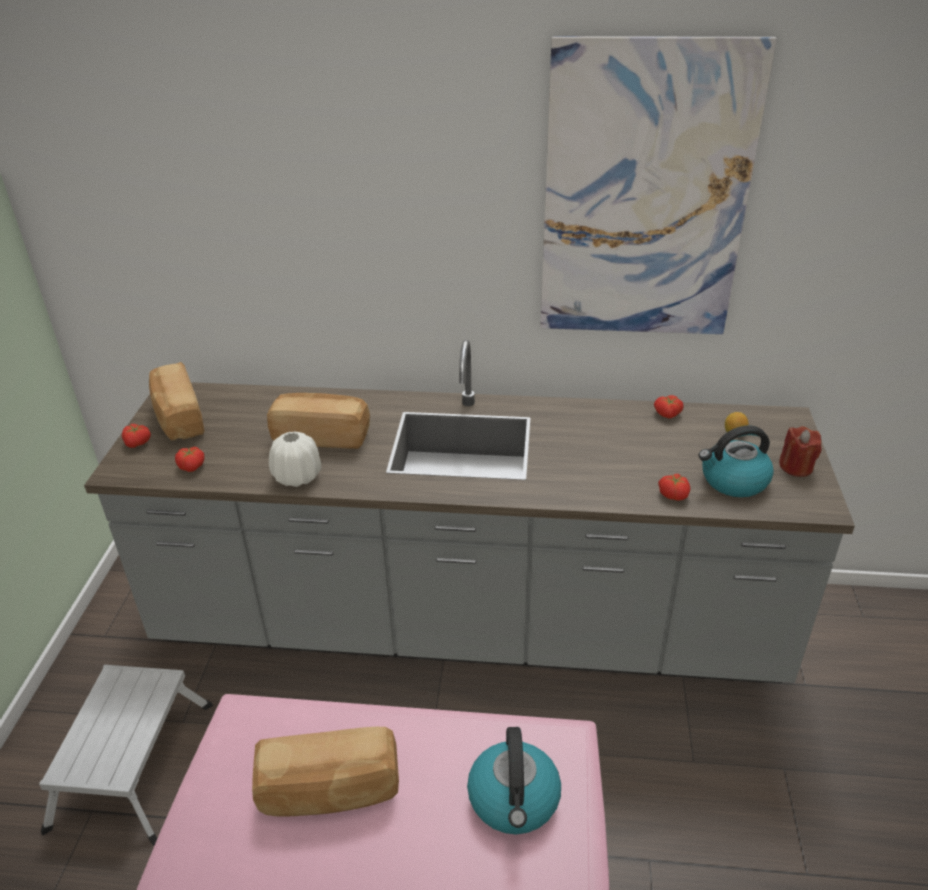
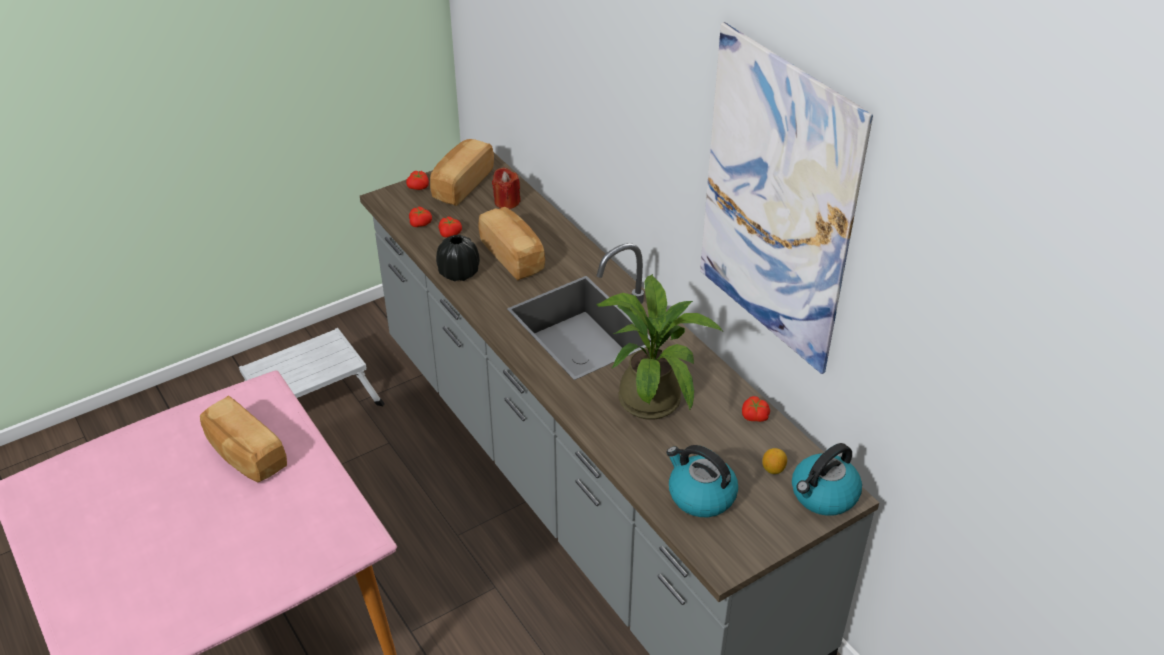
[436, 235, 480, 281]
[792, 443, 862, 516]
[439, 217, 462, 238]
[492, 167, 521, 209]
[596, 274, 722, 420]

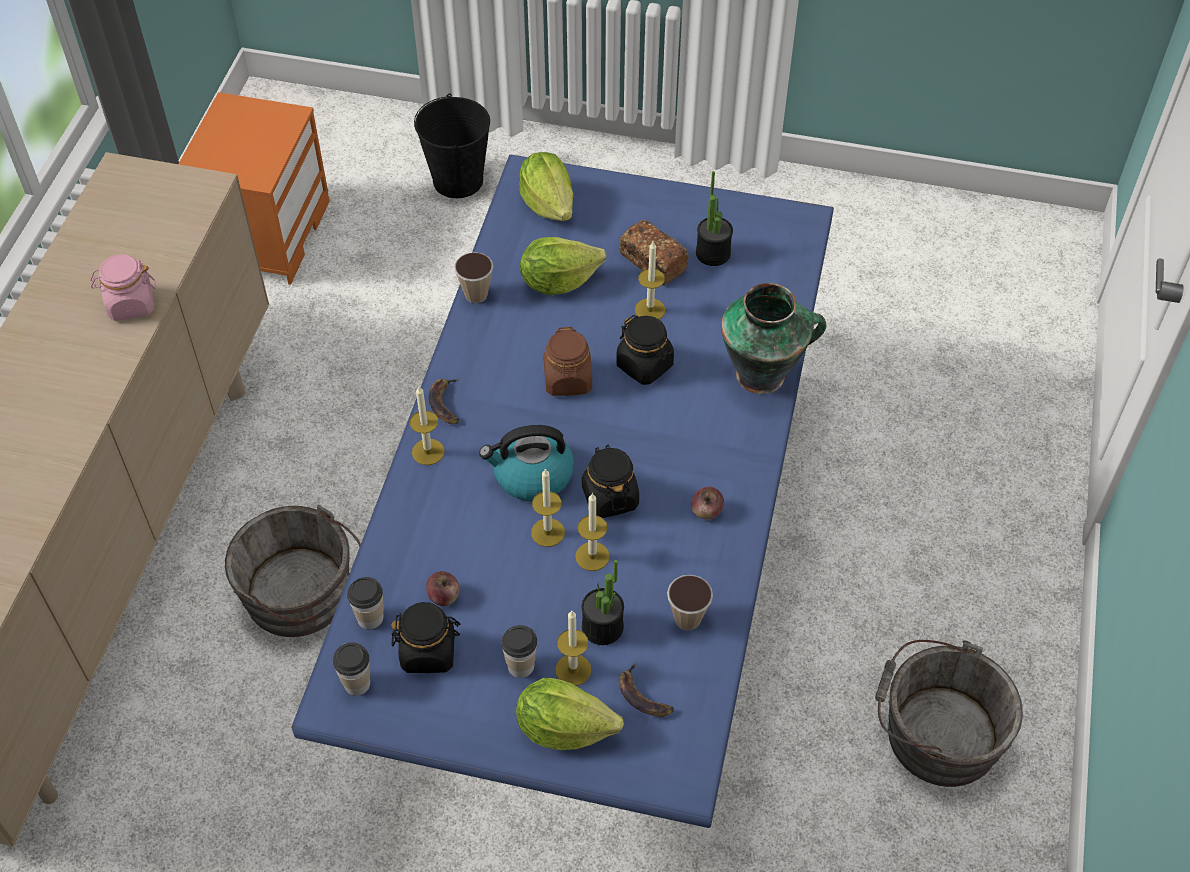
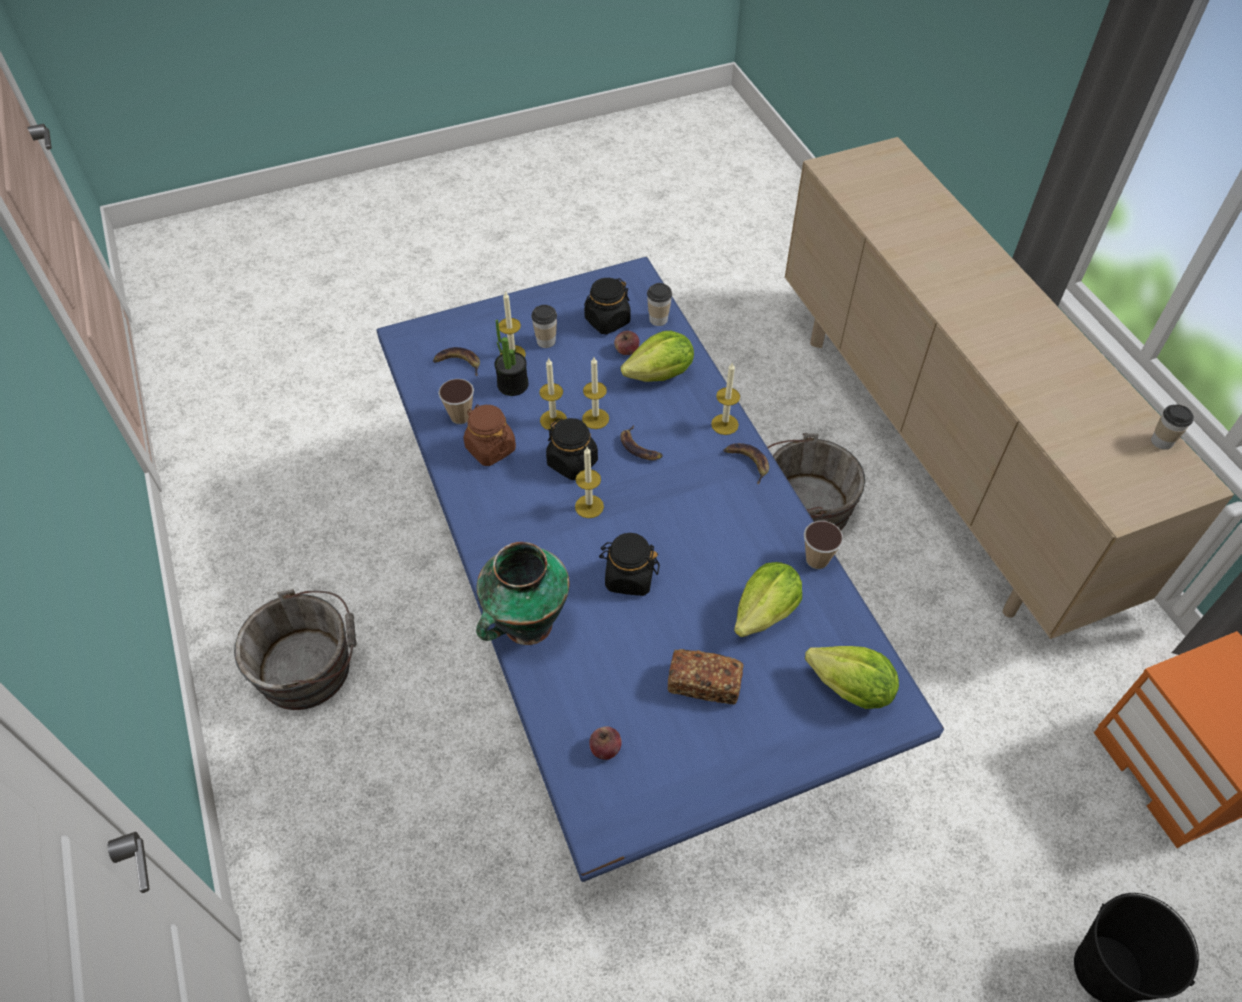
[90, 254, 156, 321] (first image)
[1151, 404, 1194, 450]
[620, 425, 663, 460]
[621, 331, 694, 382]
[464, 404, 516, 466]
[575, 447, 604, 518]
[589, 726, 622, 760]
[696, 171, 733, 266] (first image)

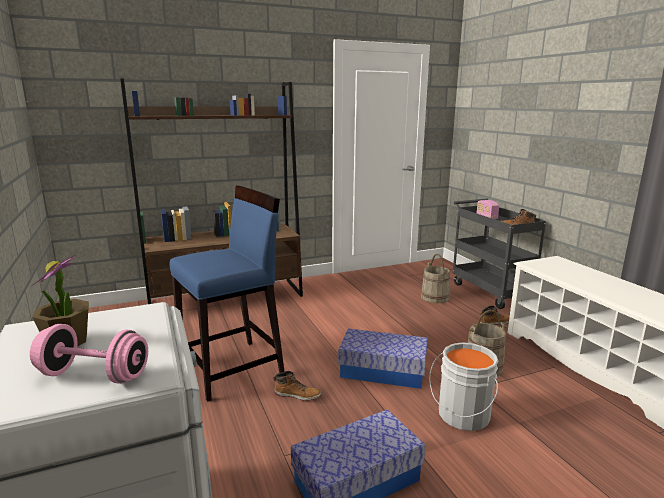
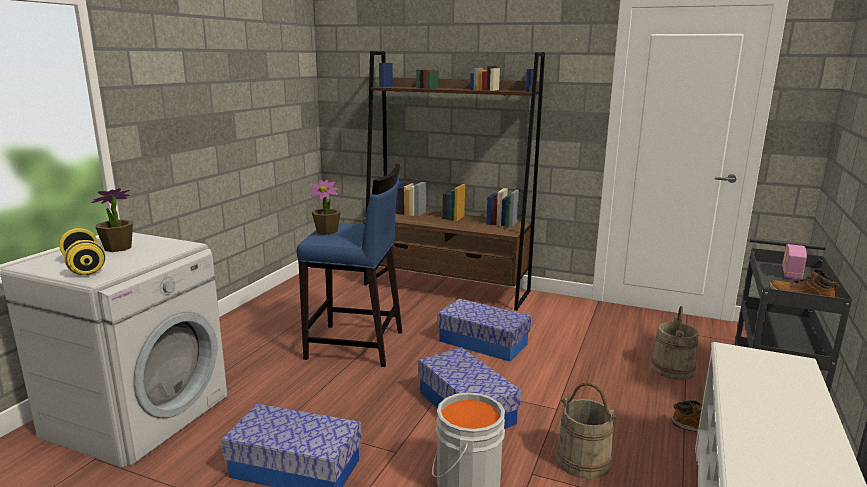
[59, 228, 106, 275]
[273, 371, 321, 401] (first image)
[311, 180, 341, 235]
[437, 298, 531, 362]

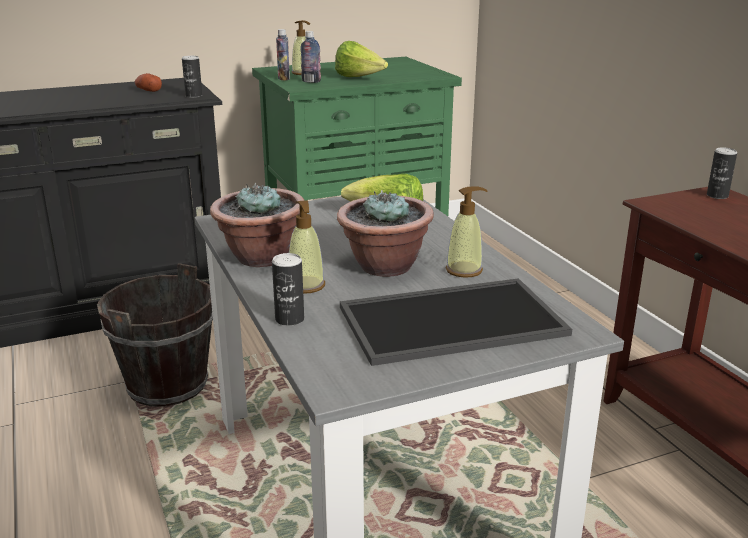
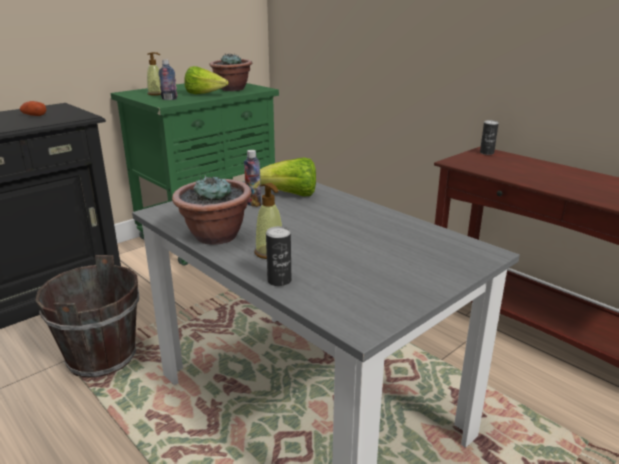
[182, 56, 202, 98] (first image)
[244, 150, 262, 207]
[209, 54, 252, 91]
[340, 278, 572, 366] (first image)
[446, 186, 488, 278] (first image)

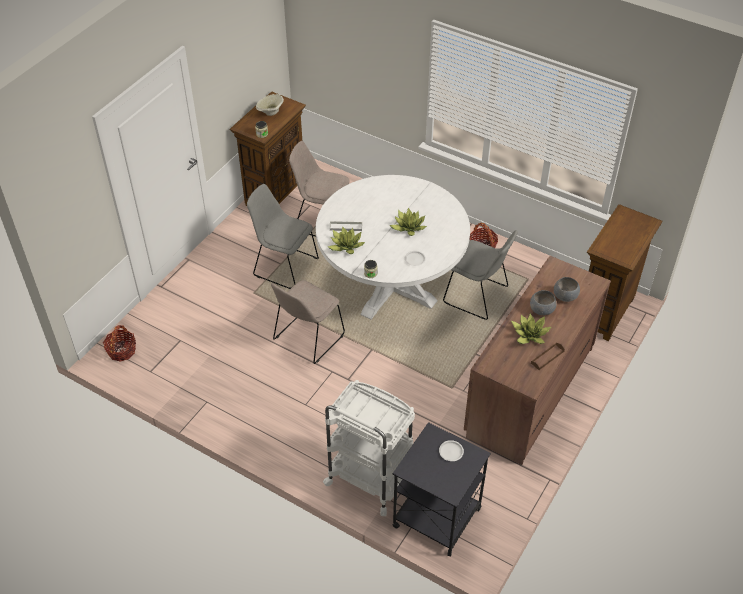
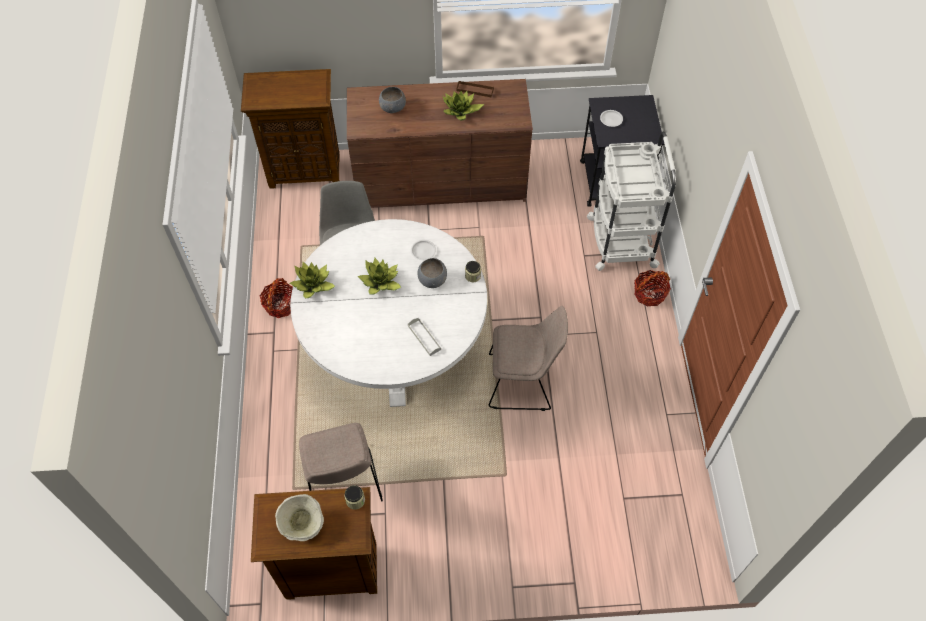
[634, 270, 671, 307]
[247, 184, 319, 289] (first image)
[290, 262, 335, 298]
[418, 258, 447, 288]

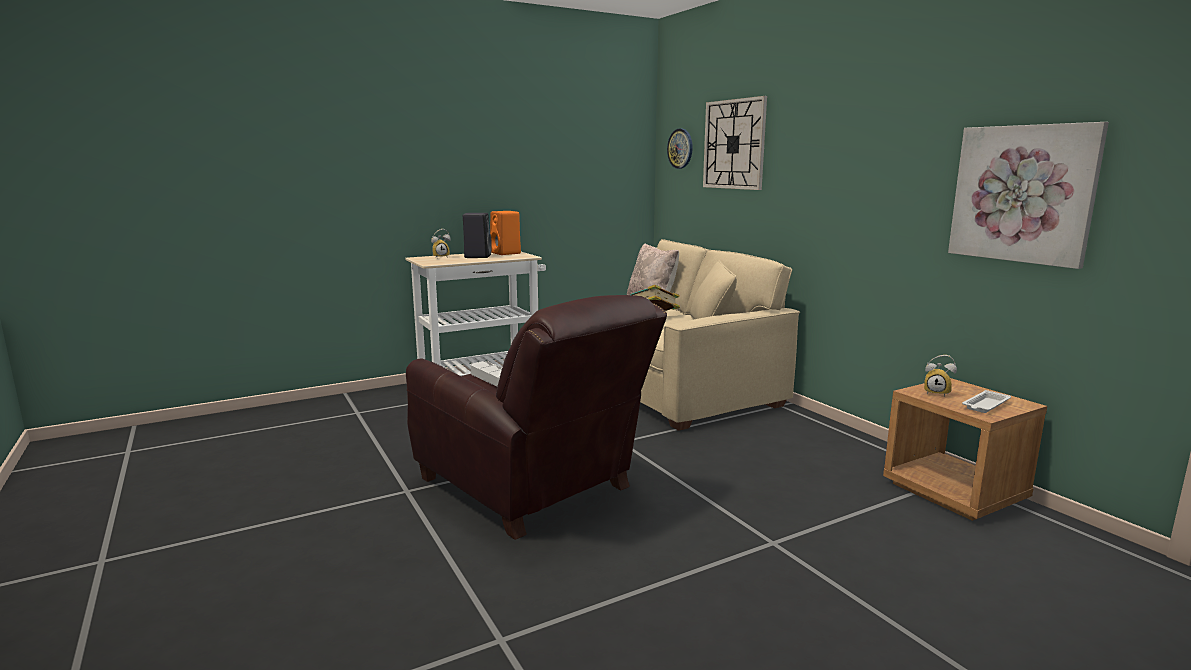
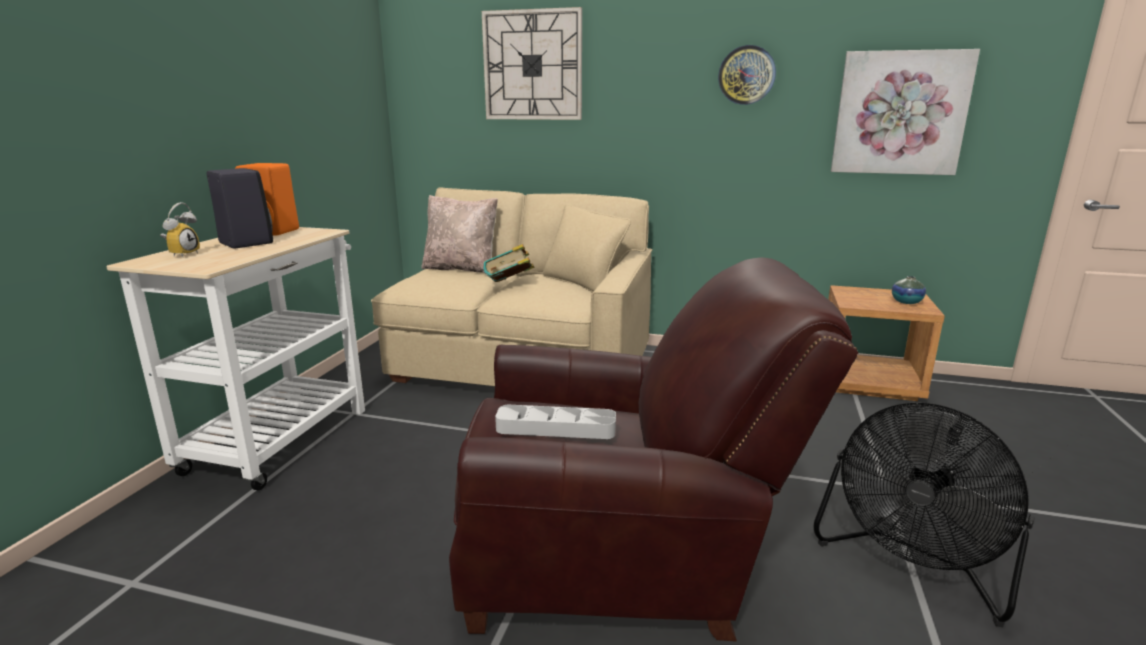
[718, 45, 776, 105]
[924, 355, 957, 397] (first image)
[892, 276, 926, 304]
[814, 403, 1034, 627]

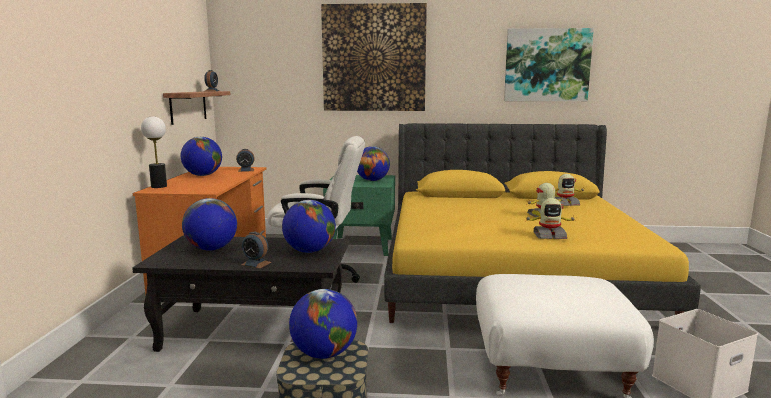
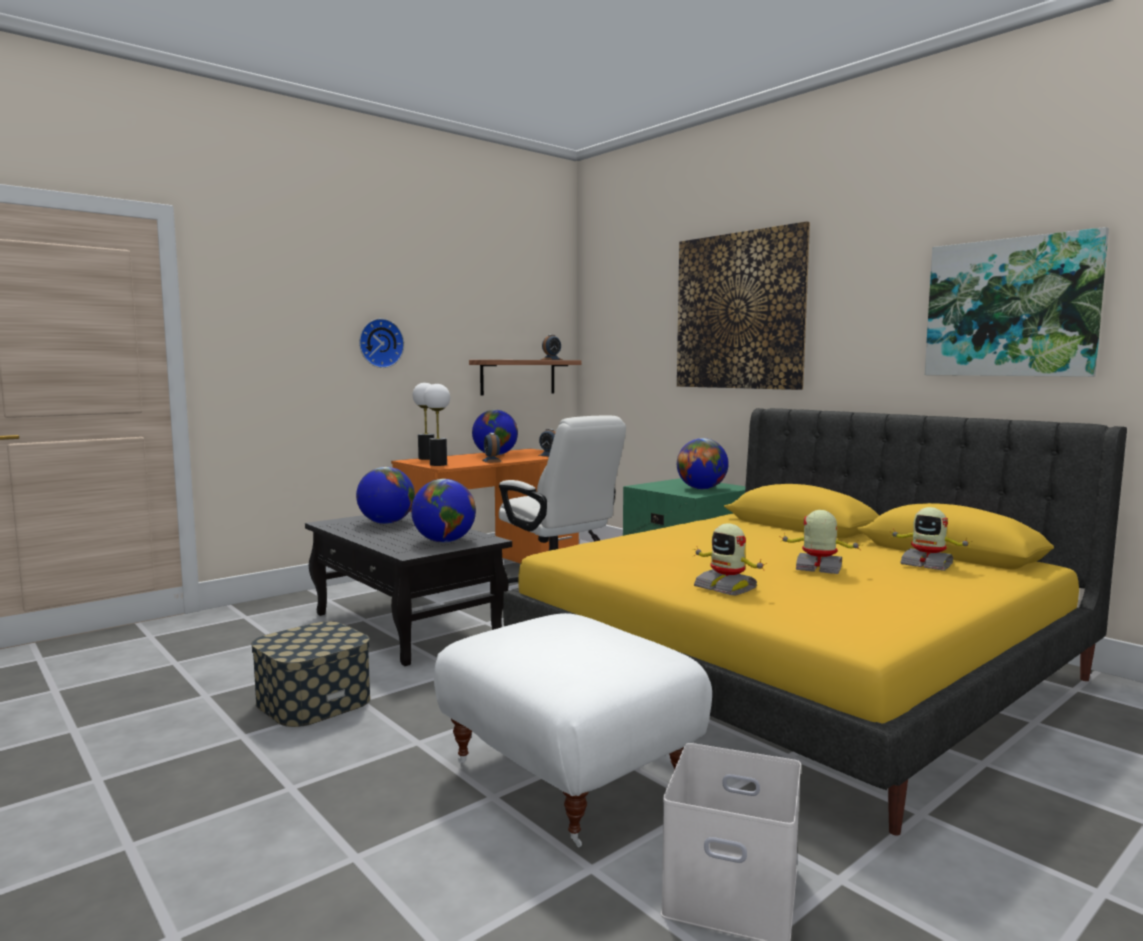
[482, 433, 502, 463]
[289, 289, 358, 359] (first image)
[359, 318, 404, 368]
[424, 384, 450, 466]

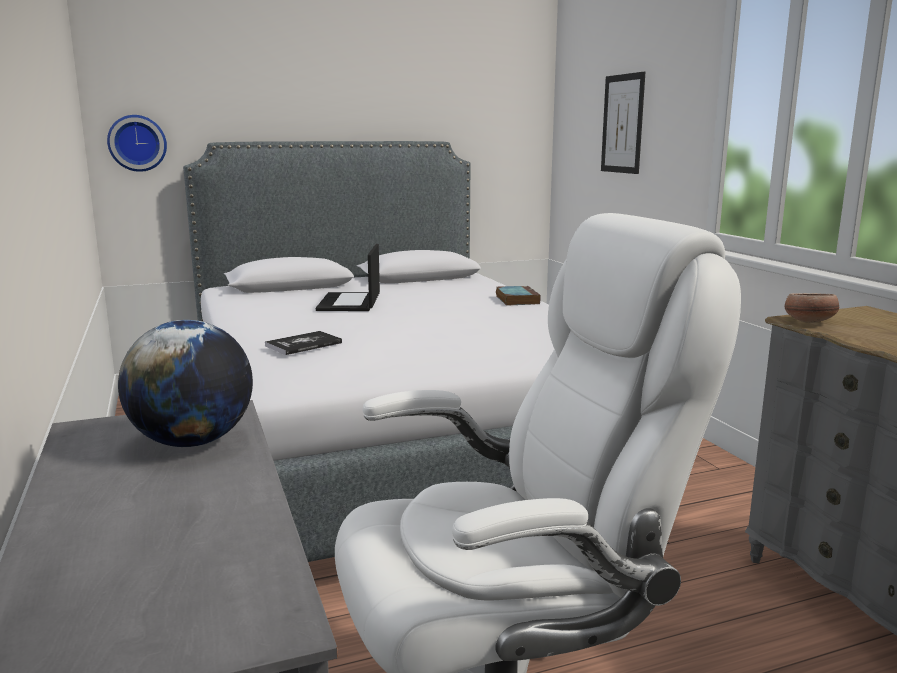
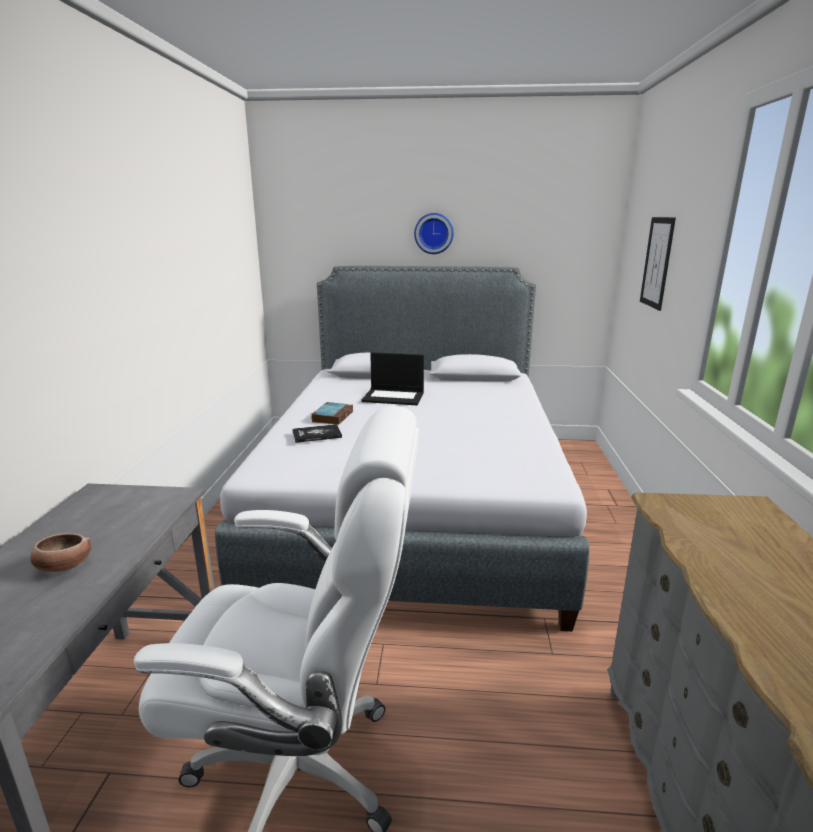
[414, 213, 453, 254]
[118, 320, 253, 447] (first image)
[361, 352, 424, 405]
[311, 402, 353, 425]
[30, 533, 91, 572]

